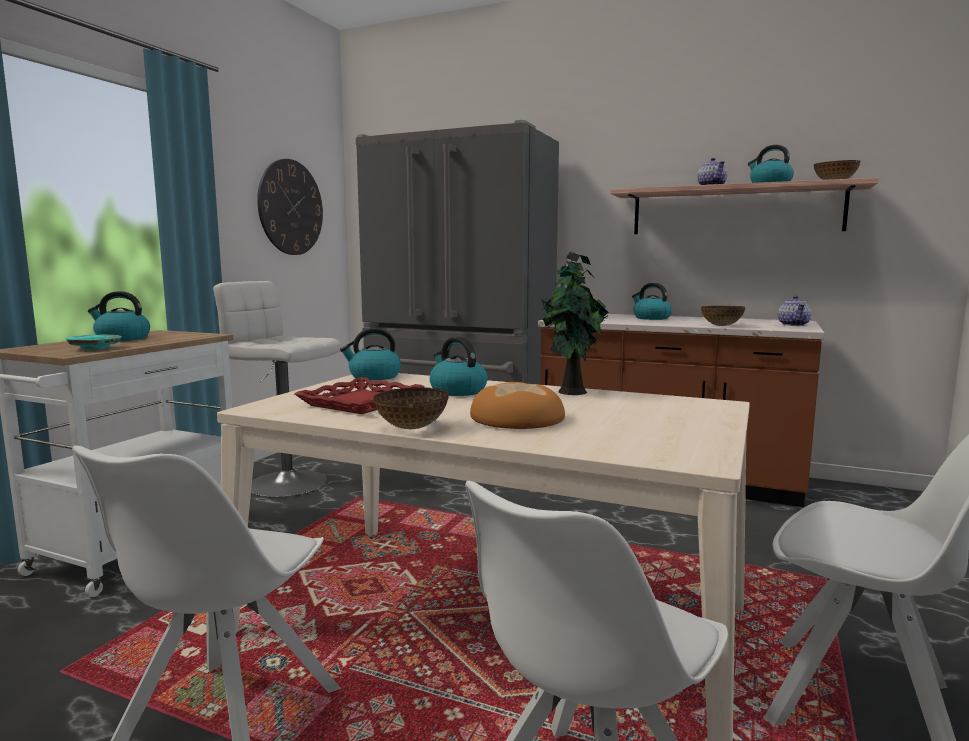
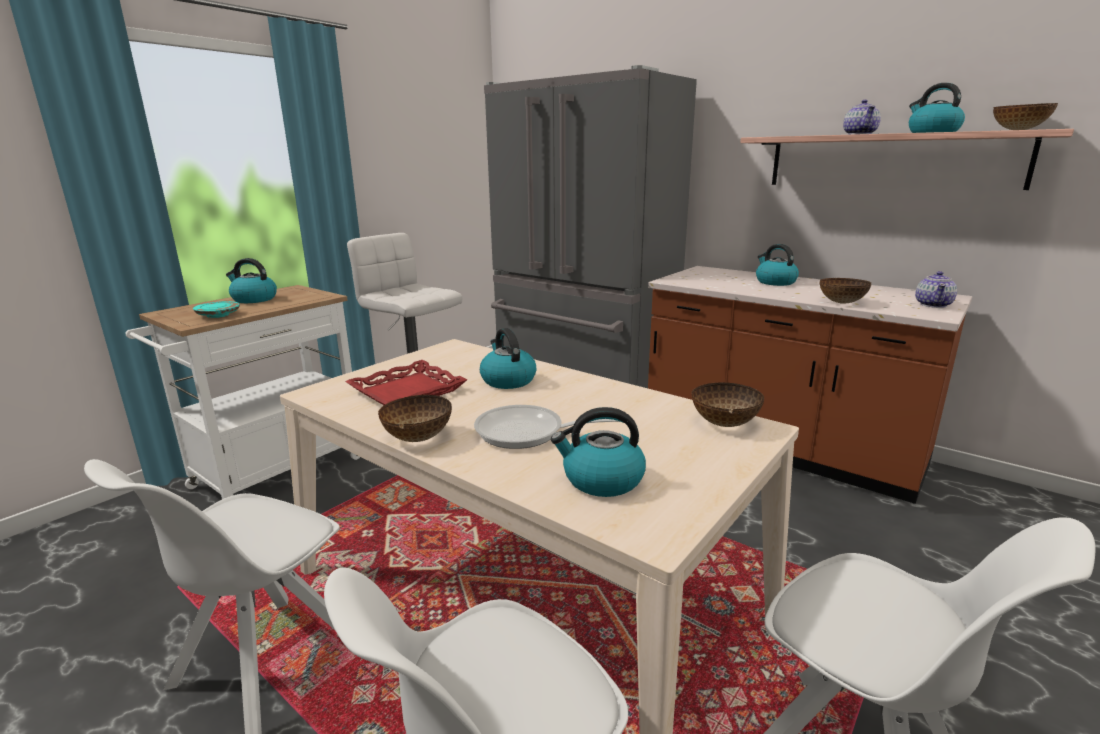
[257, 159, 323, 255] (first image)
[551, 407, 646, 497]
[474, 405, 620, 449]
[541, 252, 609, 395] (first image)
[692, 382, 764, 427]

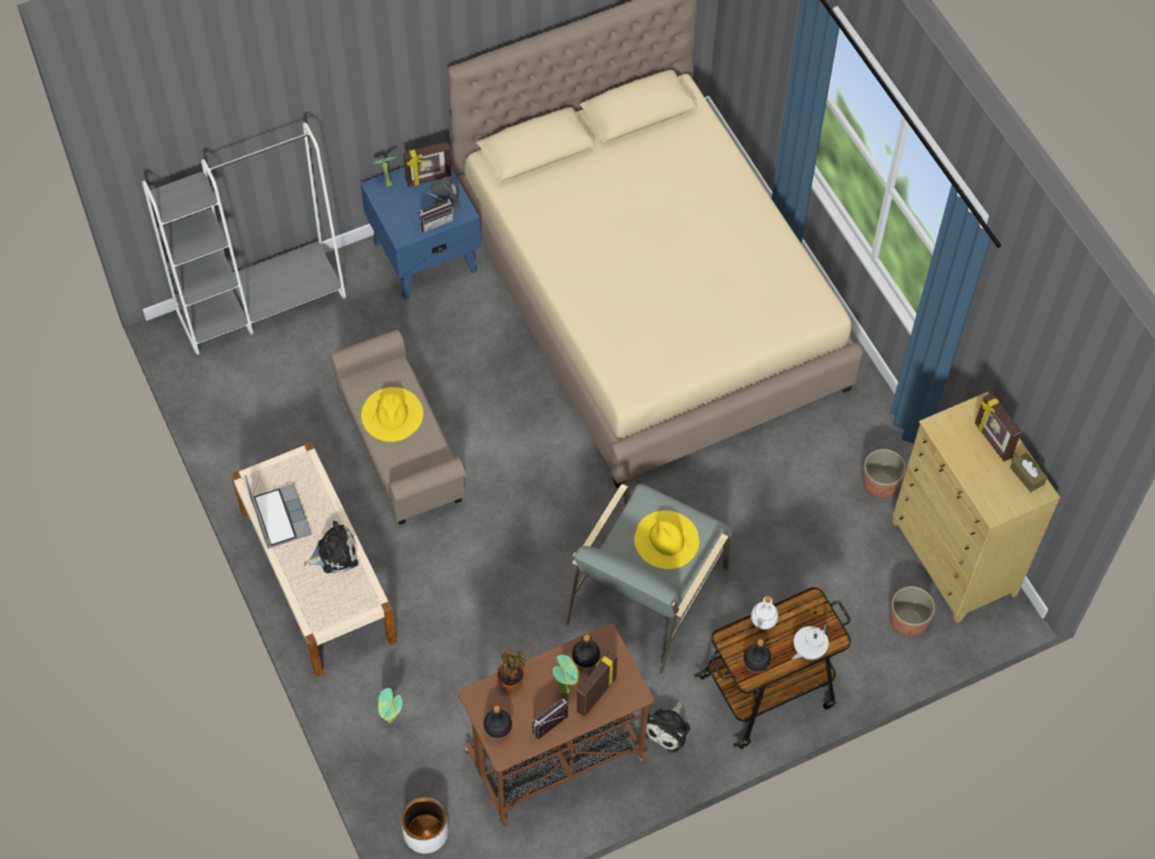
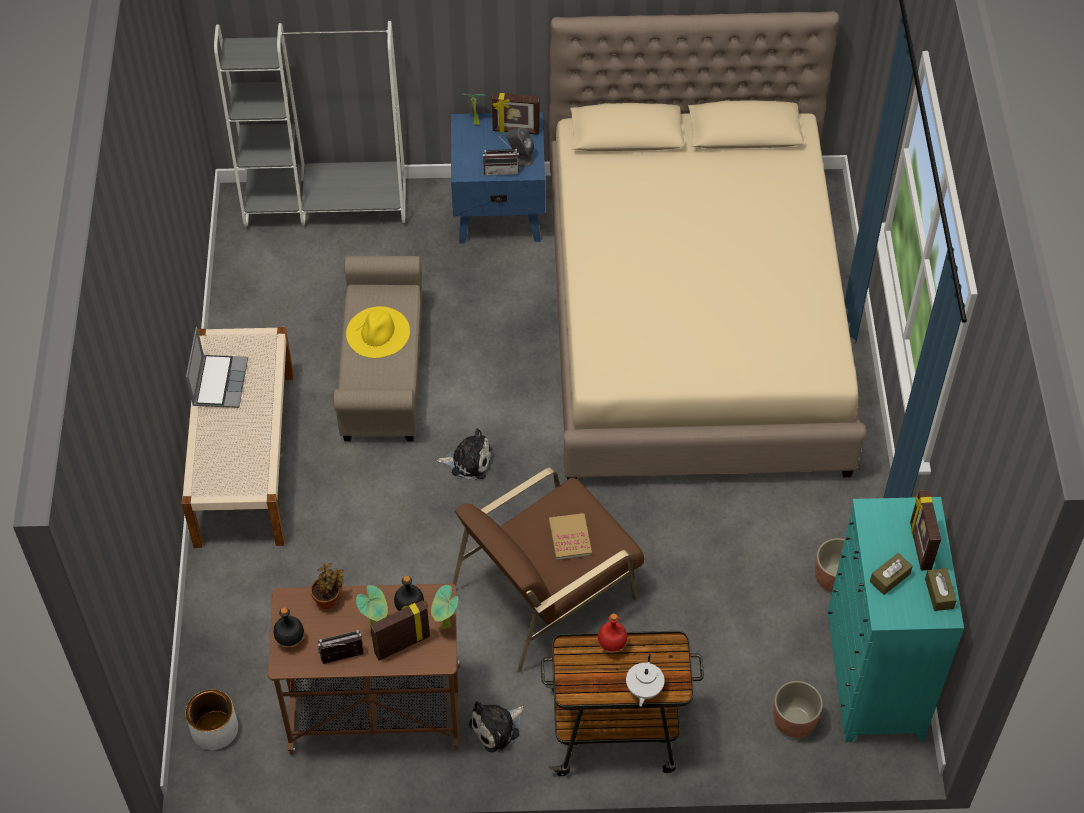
[437, 429, 492, 480]
[431, 585, 458, 629]
[452, 467, 644, 673]
[549, 513, 592, 560]
[743, 639, 771, 673] (first image)
[597, 614, 628, 653]
[626, 654, 665, 707]
[828, 497, 964, 742]
[870, 553, 913, 595]

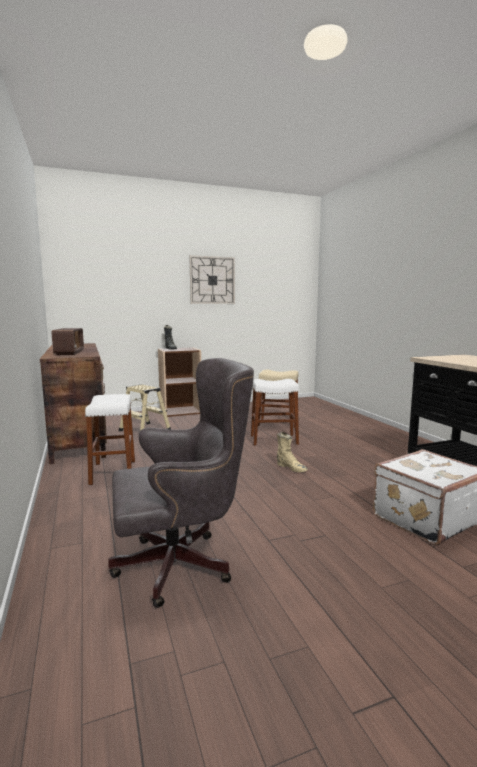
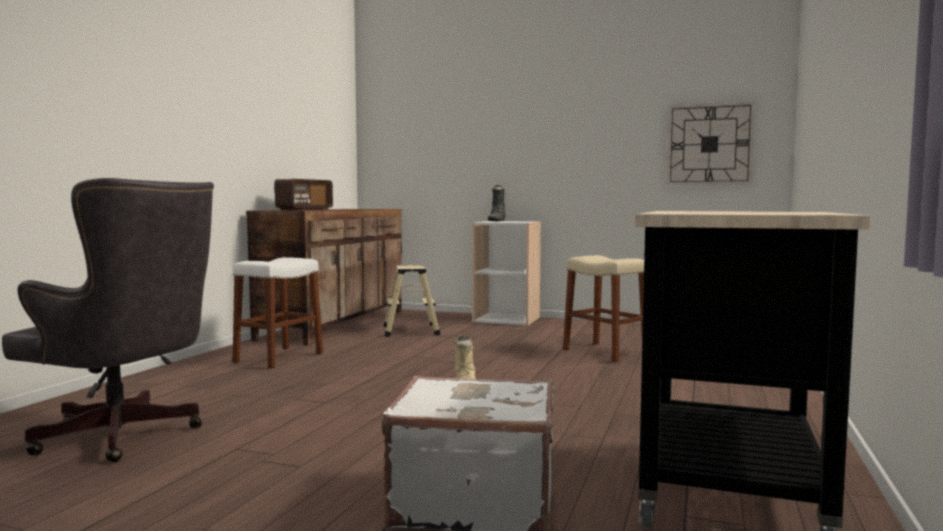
[472, 221, 541, 326]
[667, 101, 755, 185]
[251, 379, 299, 446] (first image)

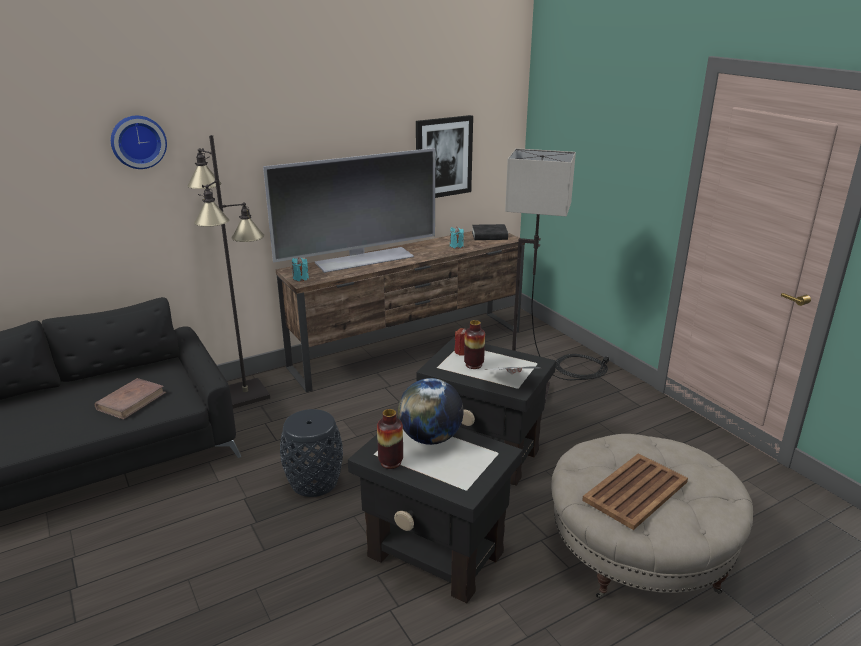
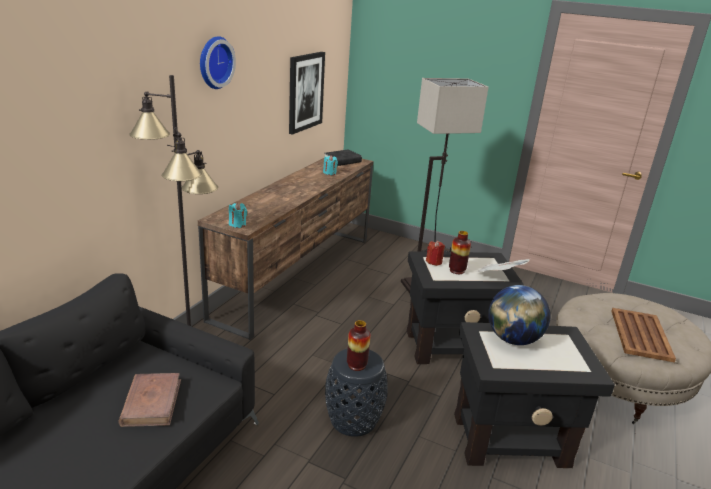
[200, 36, 236, 89]
[263, 148, 435, 273] (first image)
[347, 320, 370, 371]

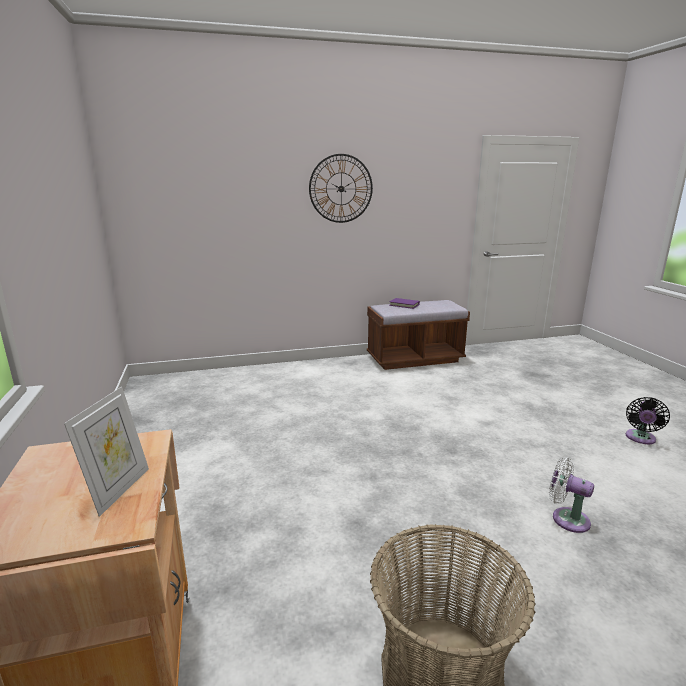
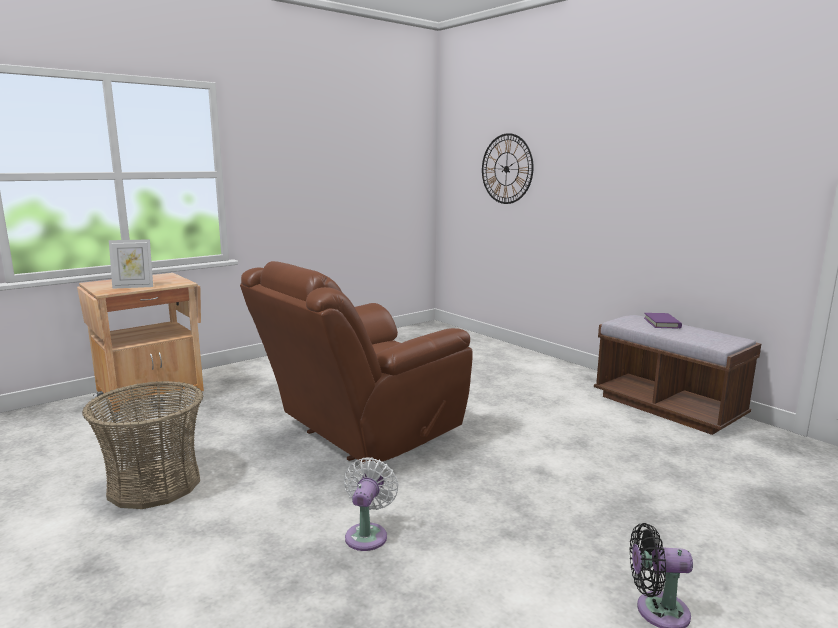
[482, 133, 534, 204]
[240, 261, 473, 464]

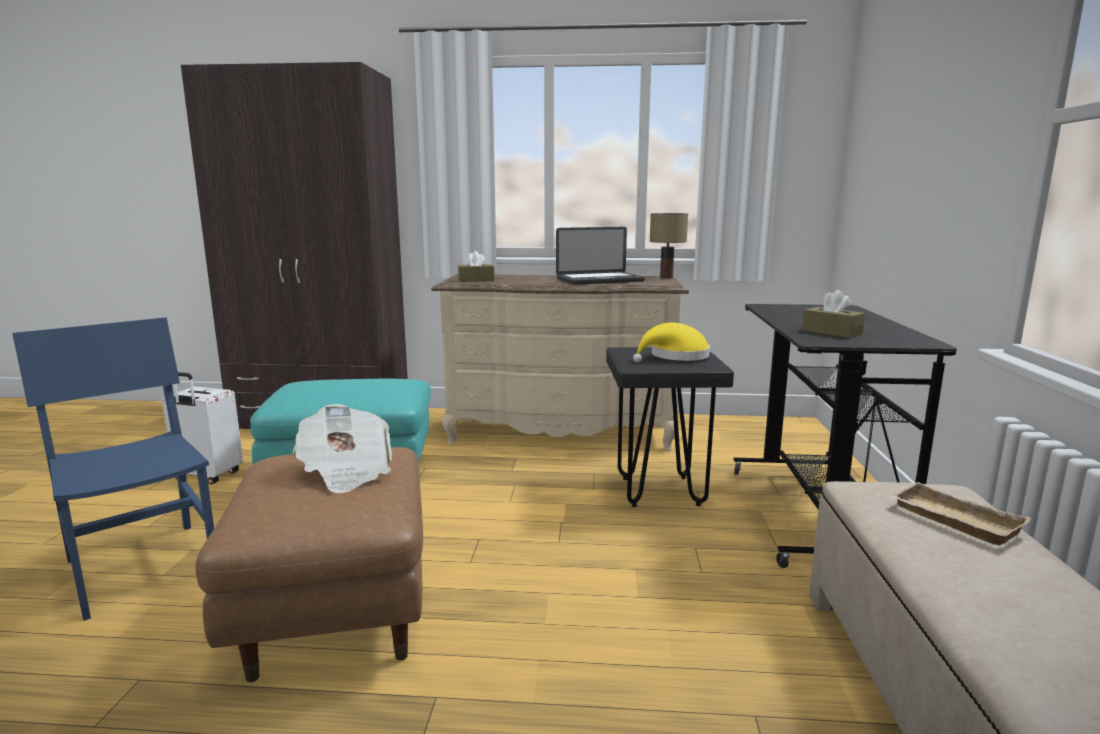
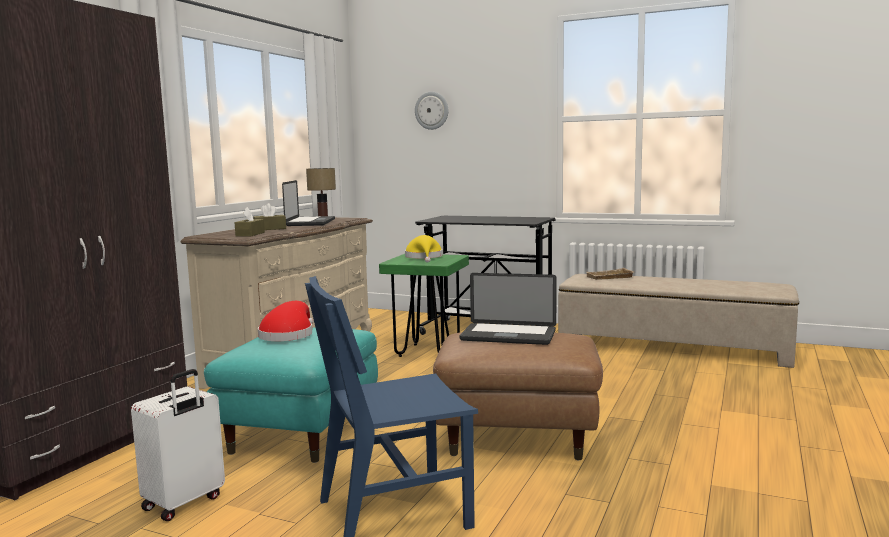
[459, 273, 557, 345]
[379, 254, 469, 357]
[253, 203, 286, 230]
[258, 301, 313, 341]
[415, 91, 448, 130]

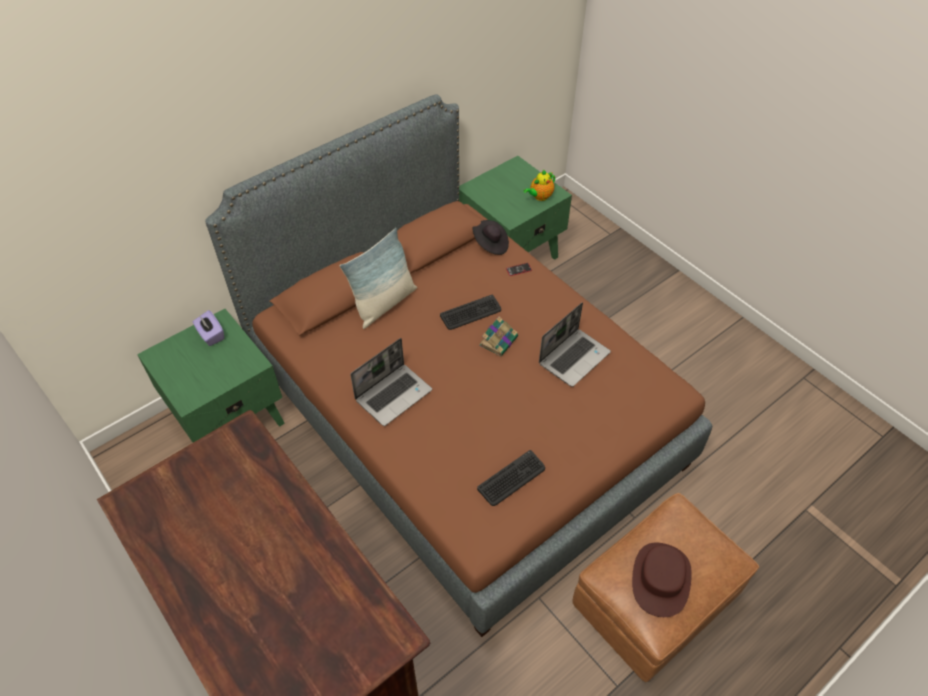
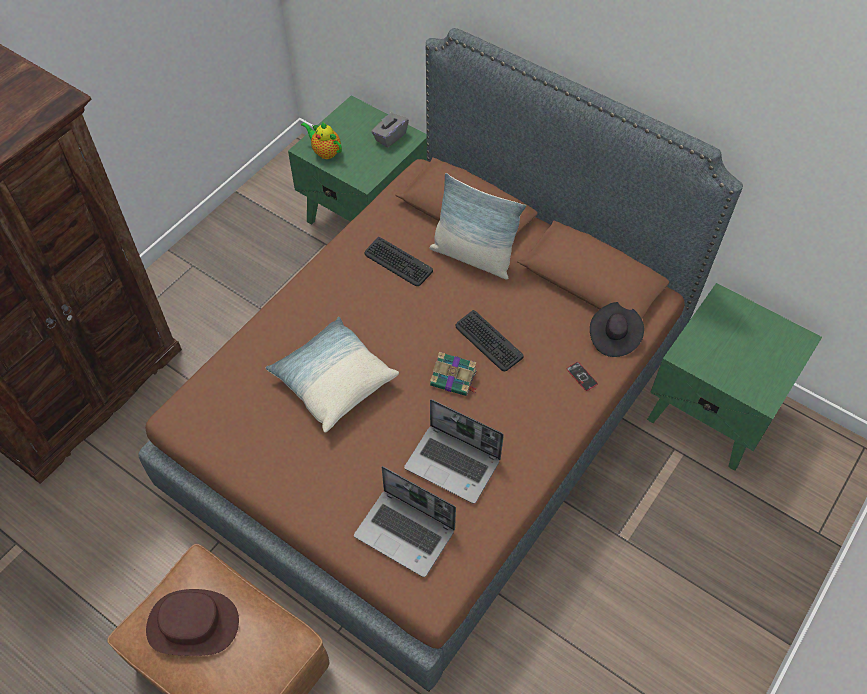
[371, 112, 409, 148]
[354, 466, 456, 577]
[364, 237, 433, 286]
[301, 121, 342, 159]
[266, 317, 399, 432]

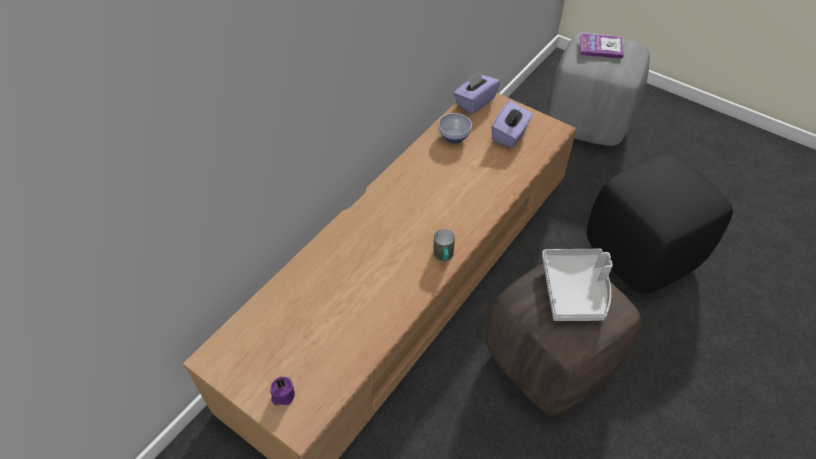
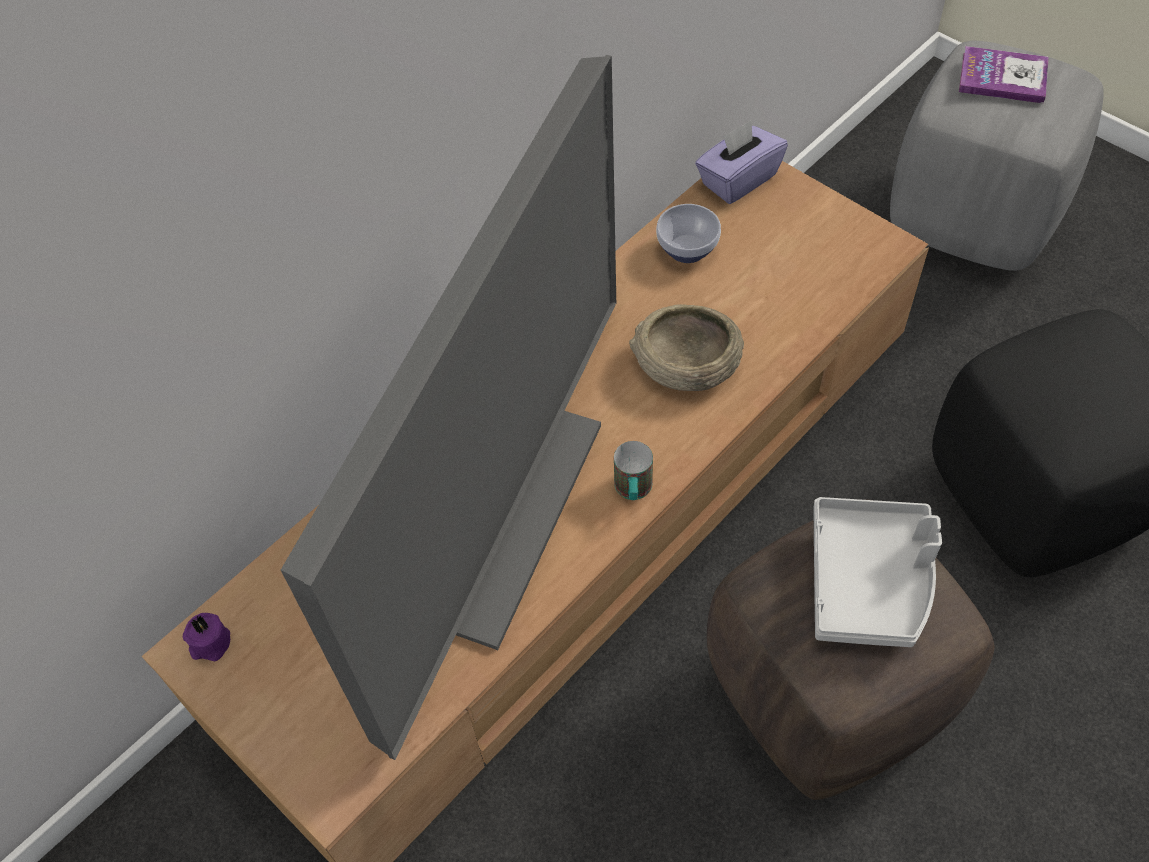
[183, 613, 230, 661]
[491, 101, 533, 148] (first image)
[281, 55, 616, 760]
[629, 304, 744, 391]

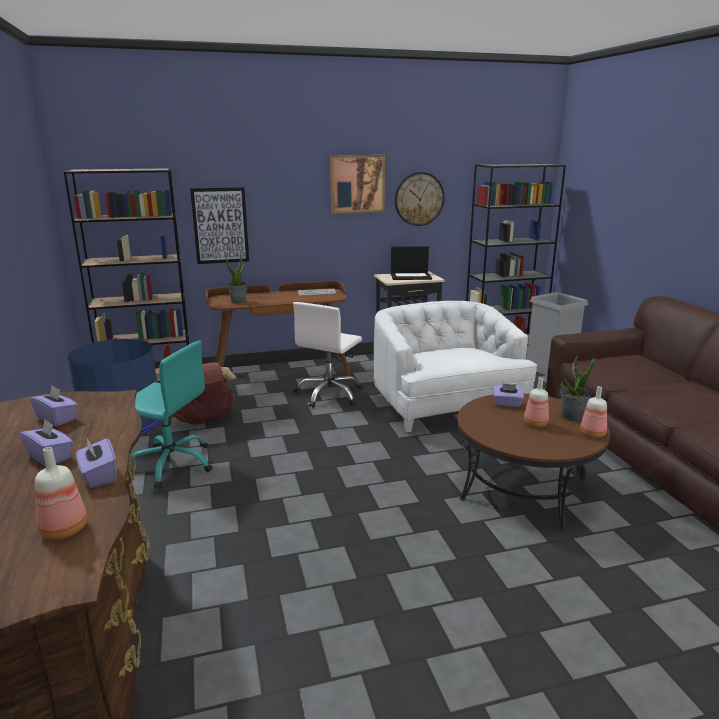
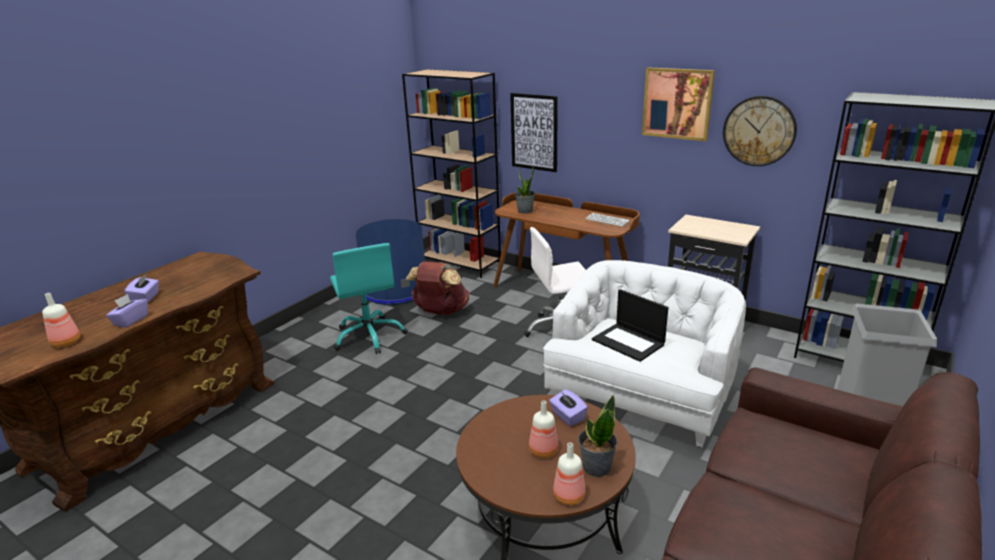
[30, 386, 78, 427] (first image)
[592, 289, 668, 362]

